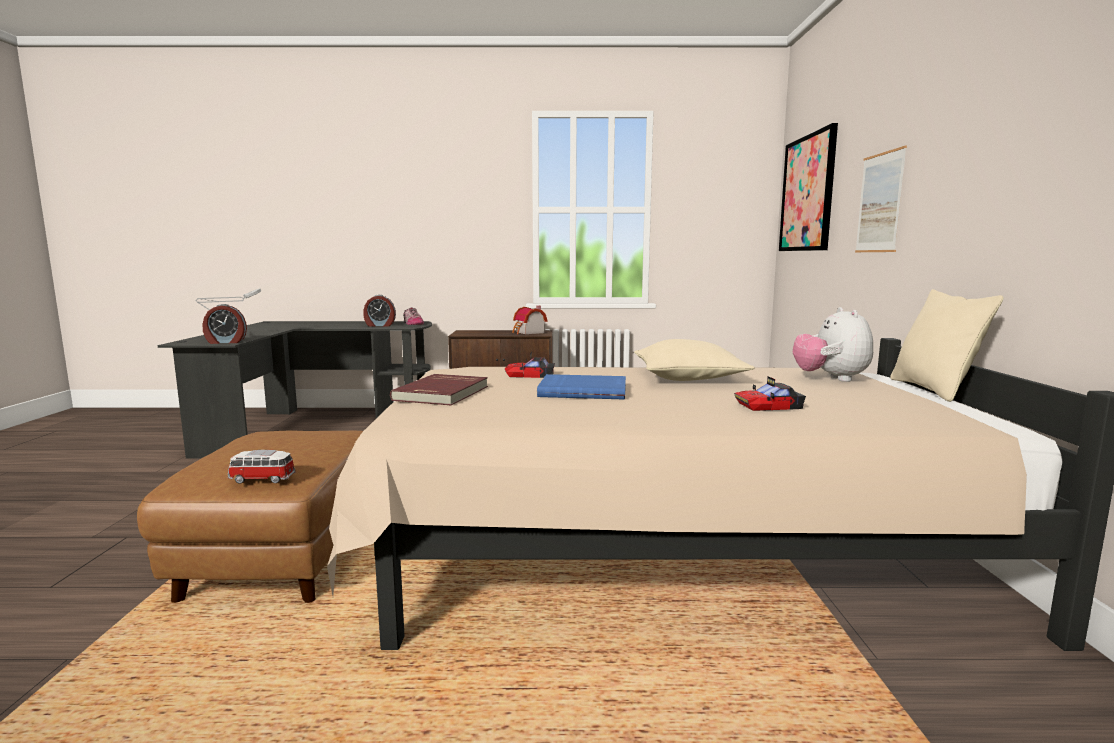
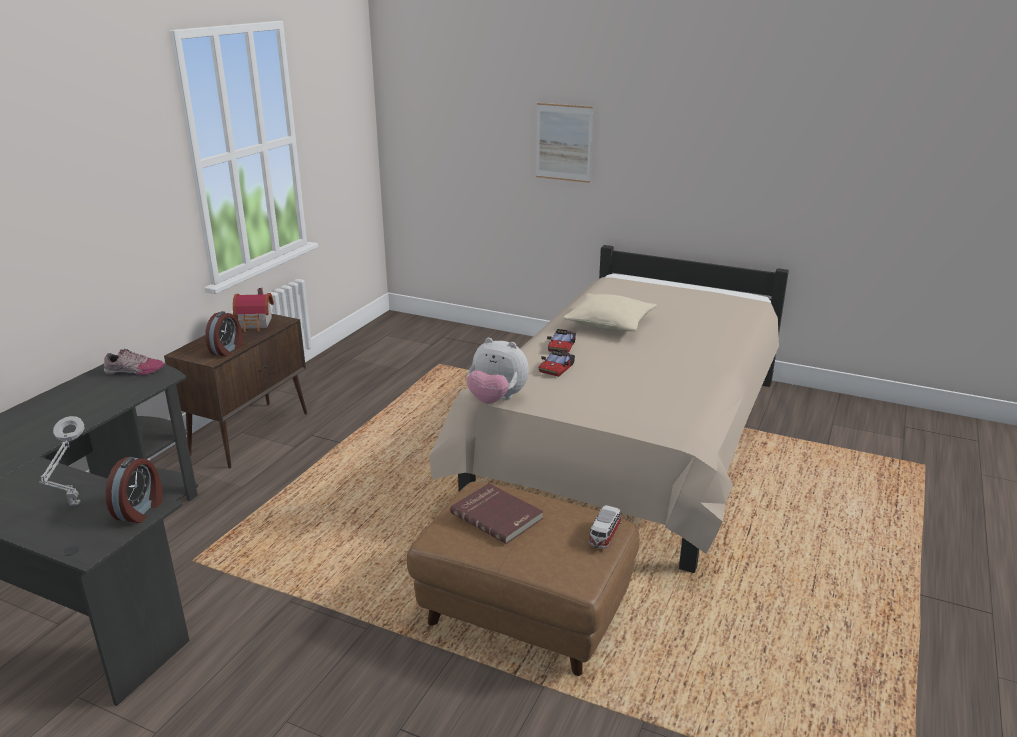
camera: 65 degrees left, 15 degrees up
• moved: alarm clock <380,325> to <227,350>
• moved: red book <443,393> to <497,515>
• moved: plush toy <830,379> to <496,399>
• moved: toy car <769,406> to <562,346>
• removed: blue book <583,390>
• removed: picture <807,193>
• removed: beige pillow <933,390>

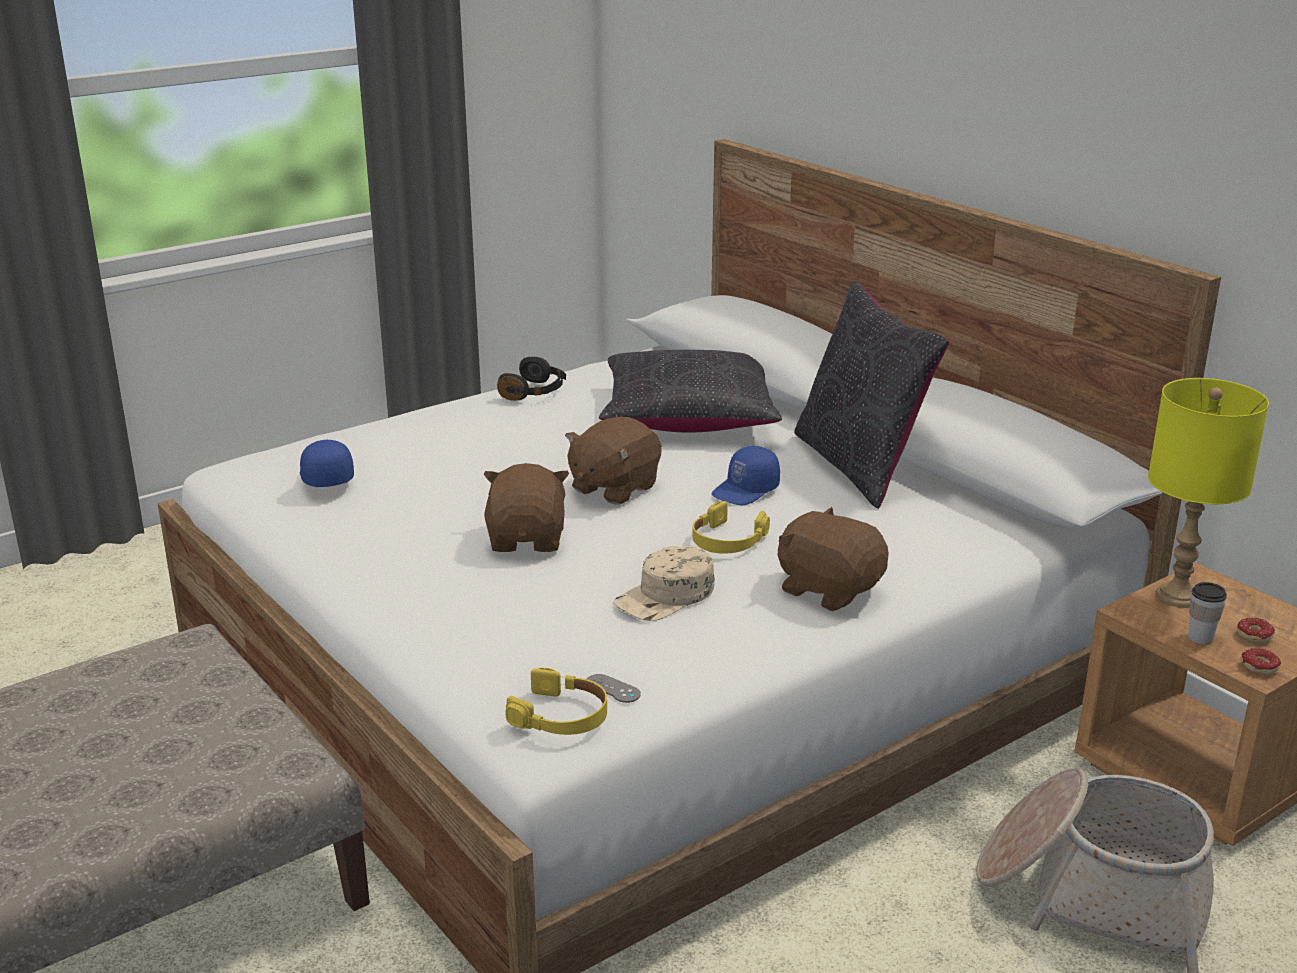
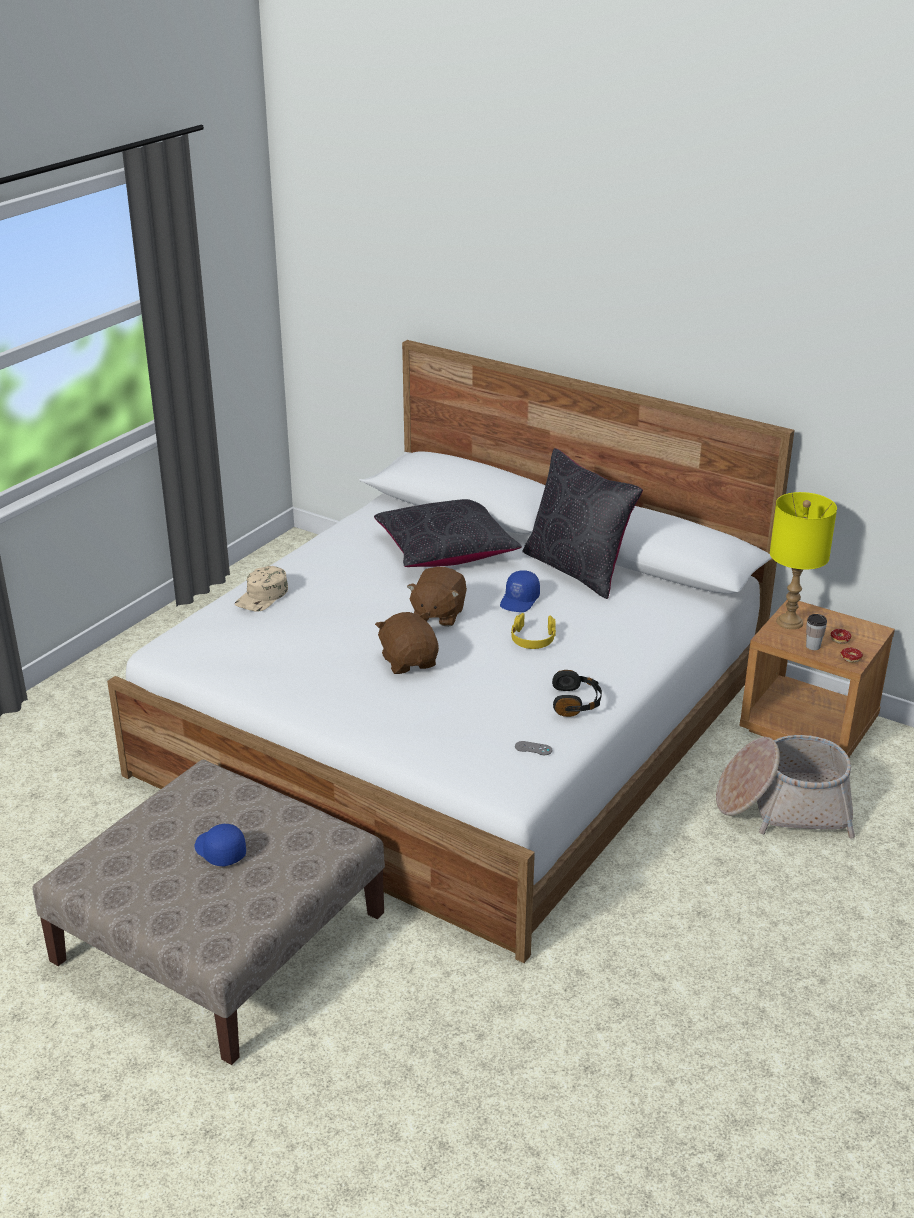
camera: 20 degrees left, 5 degrees up
• moved: blue cap <325,476> to <219,851>
• moved: beige cap <666,596> to <262,596>
• moved: black headphones <534,392> to <576,702>
• removed: yellow headphones <561,716>
• removed: brown plush toy <829,589>

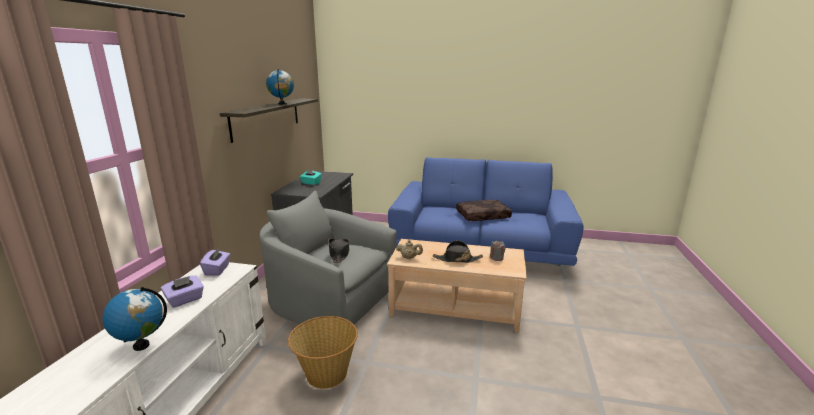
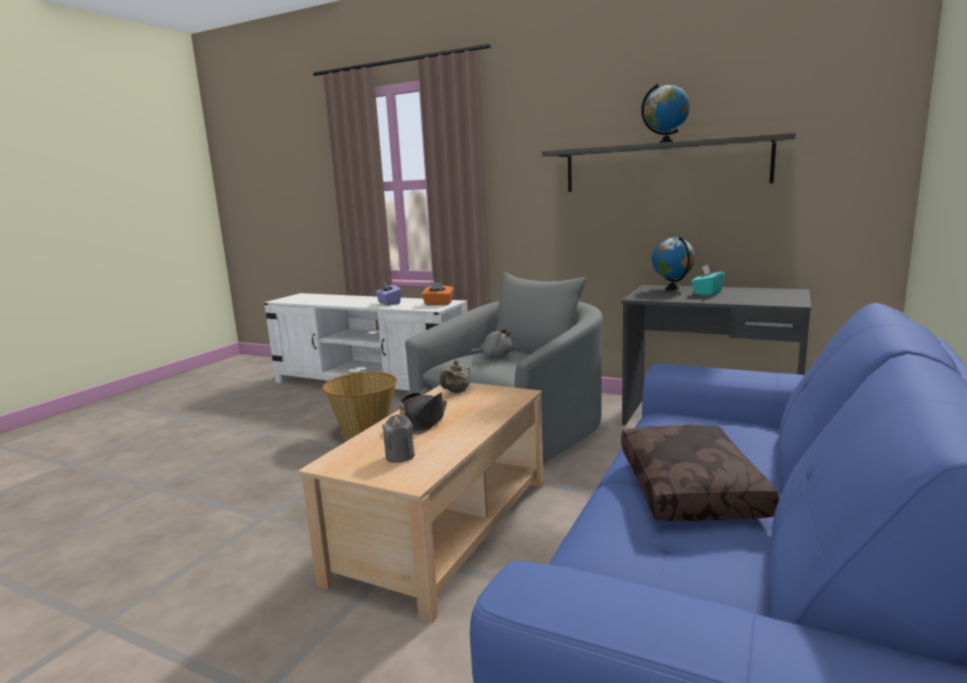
camera: 105 degrees right, 5 degrees down
• recoloured: purple tissue box <217,270> to orange tissue box <438,304>
• replaced: black hat <339,254> to grey plush toy <495,357>
• moved: globe <141,345> to <672,288>

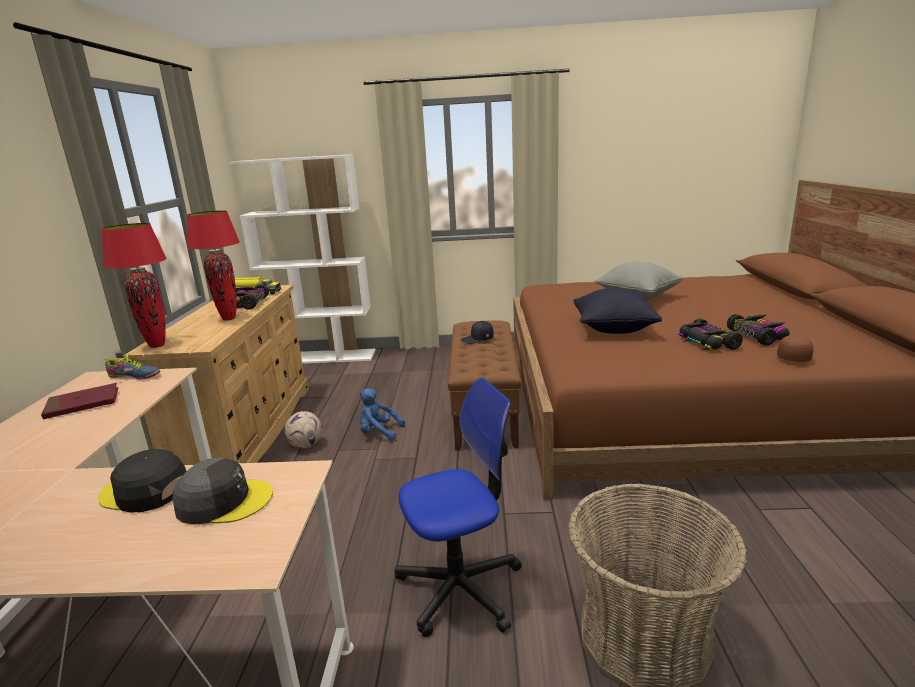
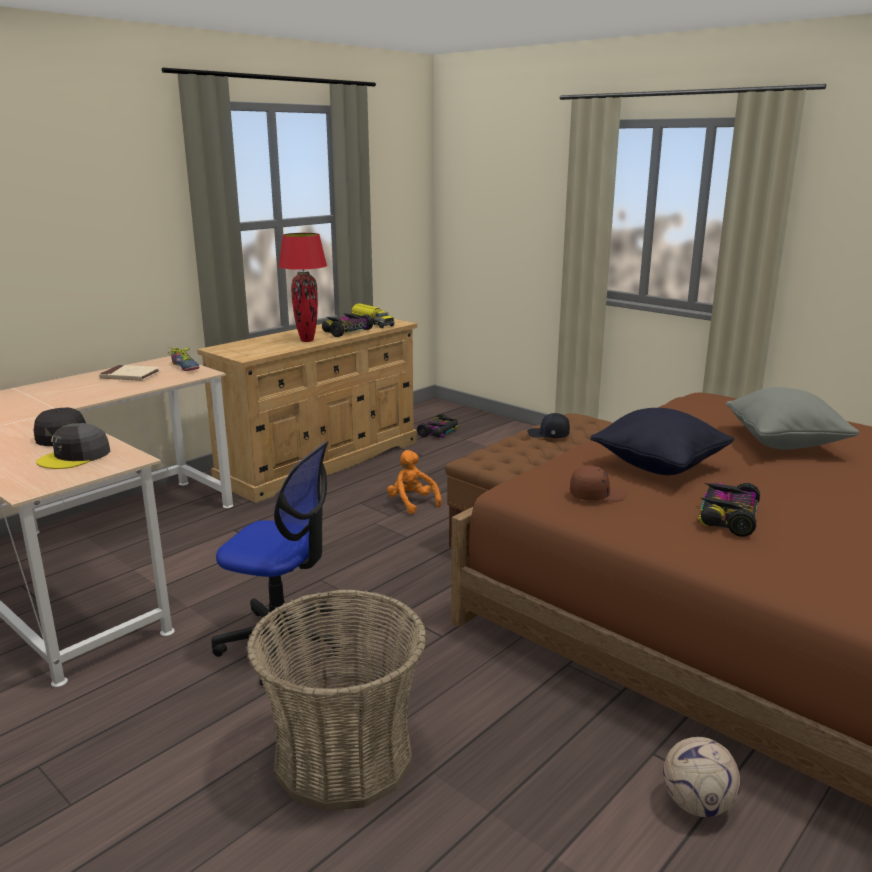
camera: 40 degrees right, 0 degrees up
• turned: grey cap <224,501> = <75,456> 90 degrees clockwise
• recoloured: red book <83,404> to beige book <130,376>
• recoloured: blue plush toy <379,432> to orange plush toy <412,503>
• moved: toy car <758,336> to <439,432>
• moved: brown cap <794,357> to <596,495>
• moved: football <305,445> to <697,804>
• removed: red table lamp <157,345>
• removed: white bookcase <323,357>

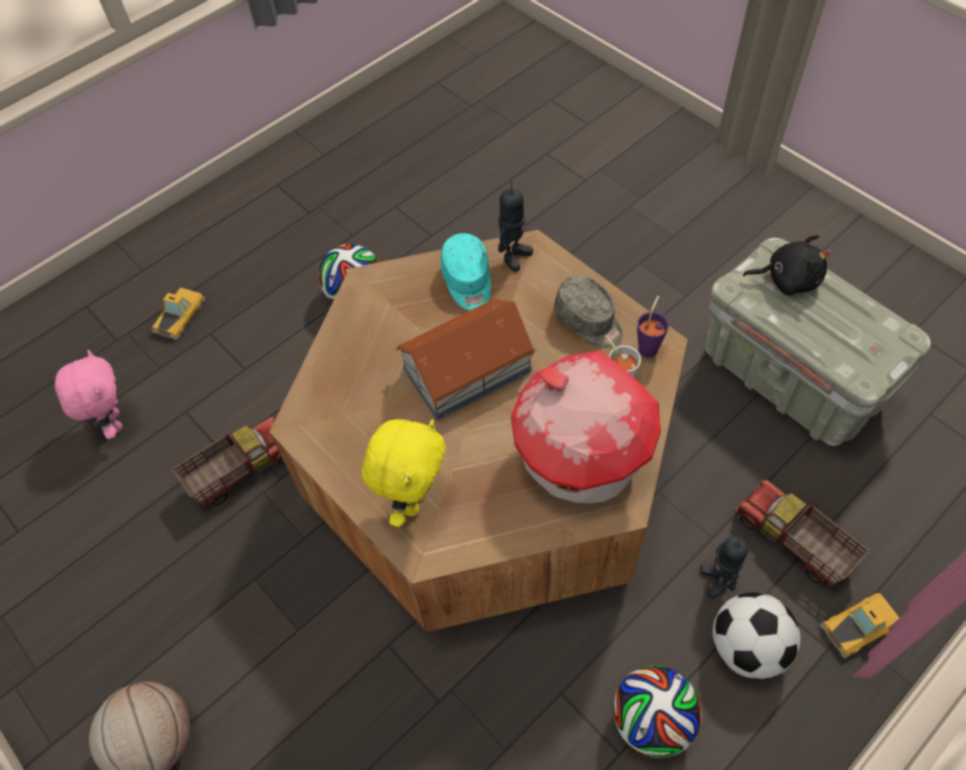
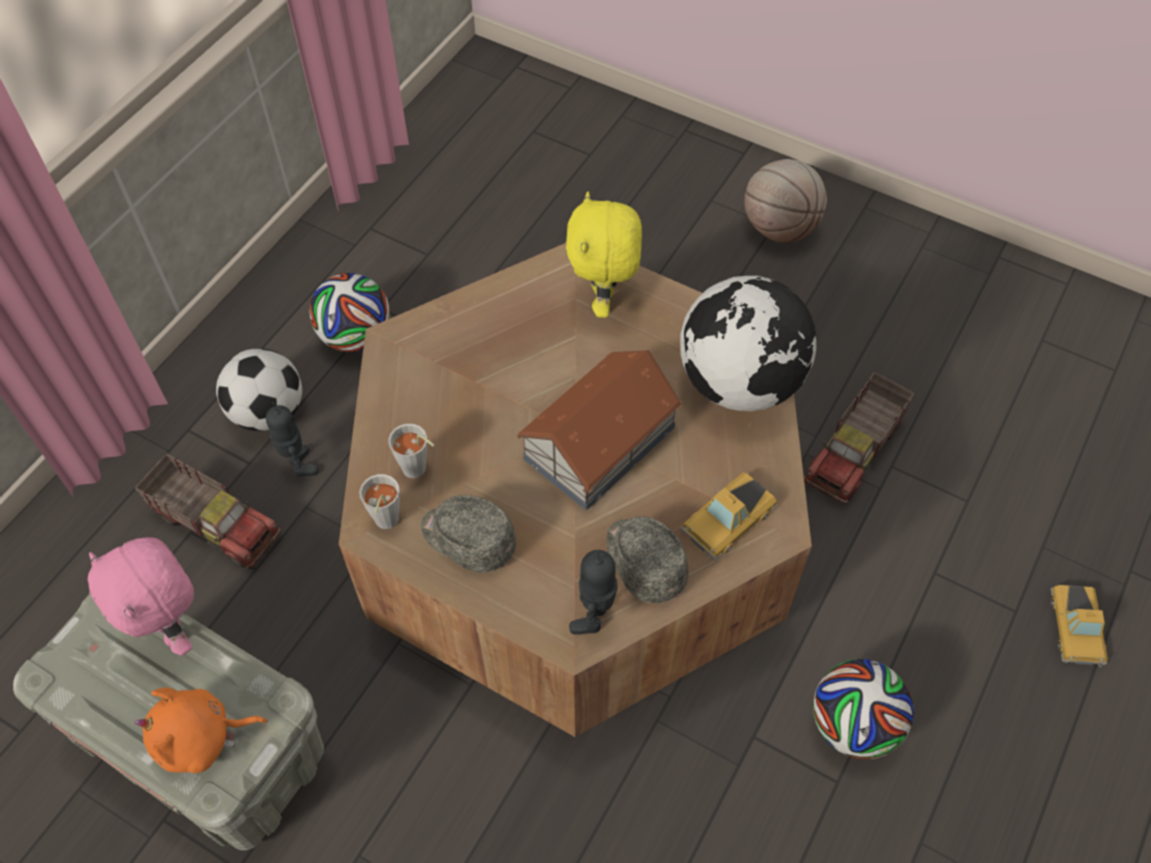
camera: 160 degrees right, 0 degrees up
• moved: pink plush toy <113,422> to <173,629>
• recoloured: black plush toy <787,279> to orange plush toy <201,739>
• recoloured: purple cup <649,346> to grey cup <385,523>
• recoloured: turquoise cap <468,281> to grey cap <643,562>
• added: globe <740,383>
• moved: toy car <860,626> to <727,519>
• removed: toy house <578,456>

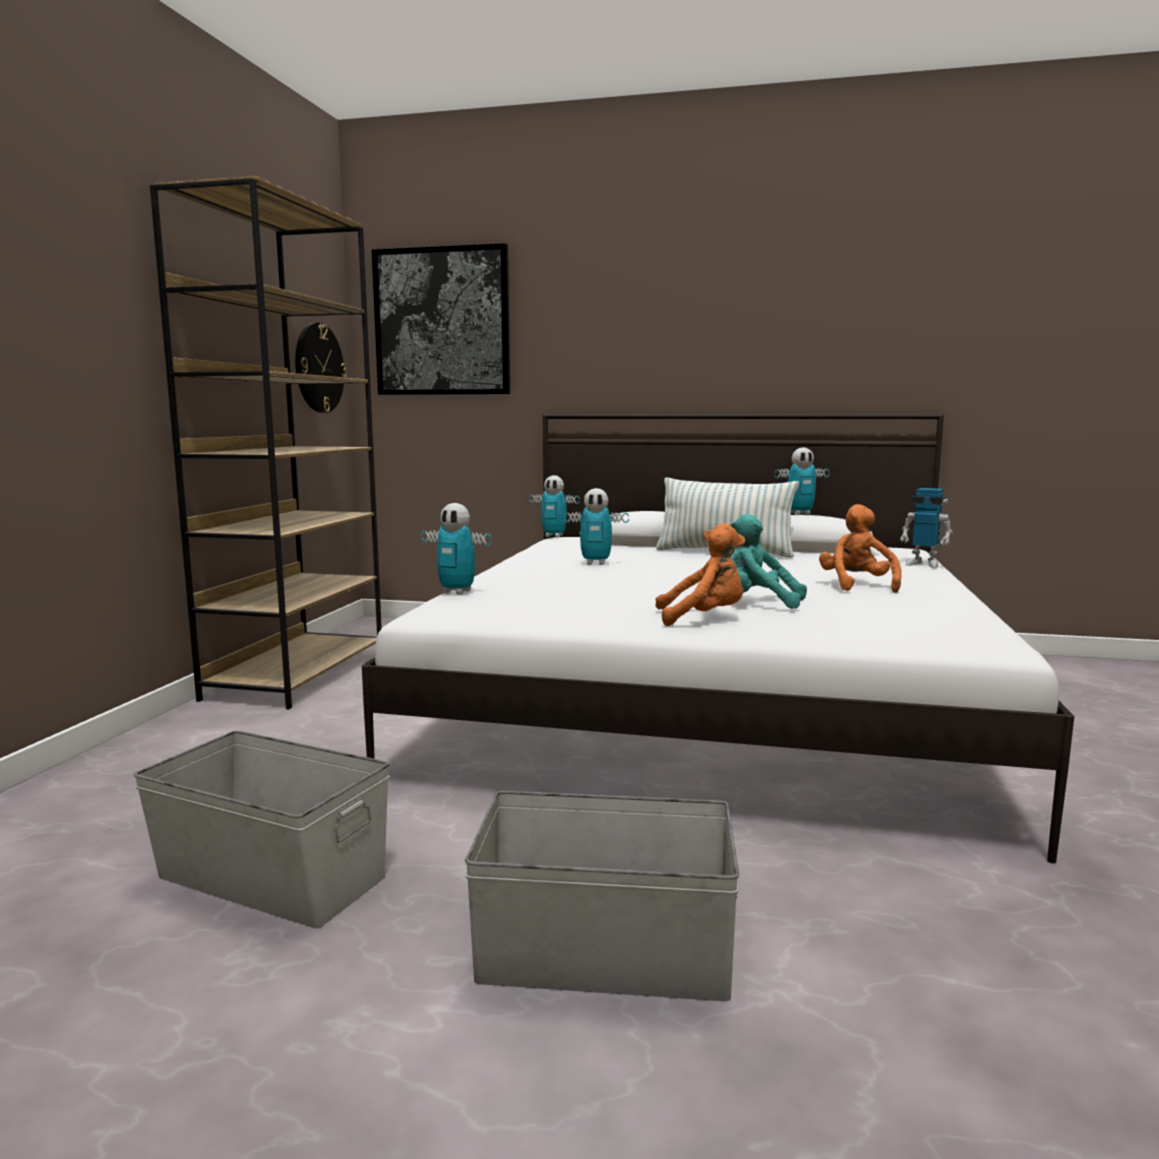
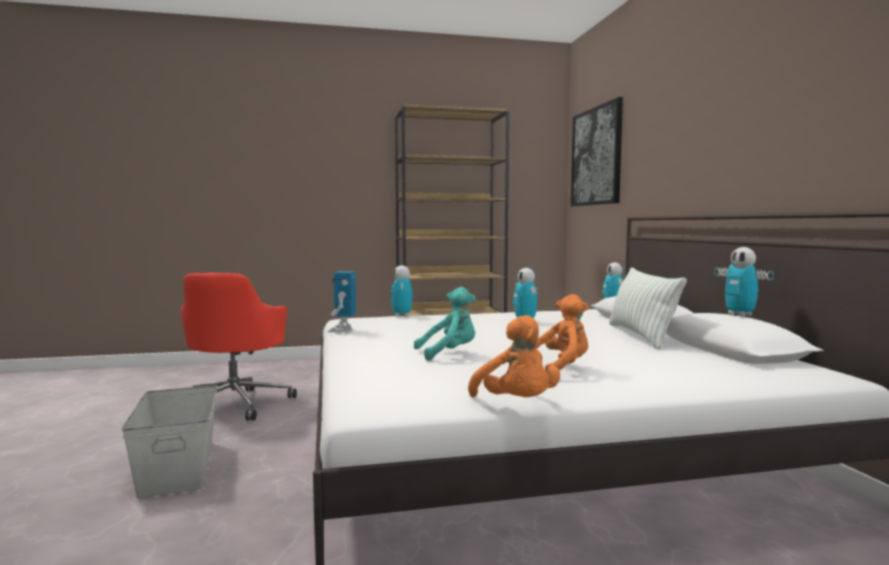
camera: 65 degrees right, 5 degrees down
• replaced: grey storage box <271,878> to red office chair <236,403>
• moved: toy robot <923,564> to <342,330>
• turned: turquoise plush toy <759,602> = <449,353> 75 degrees clockwise
• moved: orange plush toy <704,618> to <516,404>
• removed: wall clock <319,368>

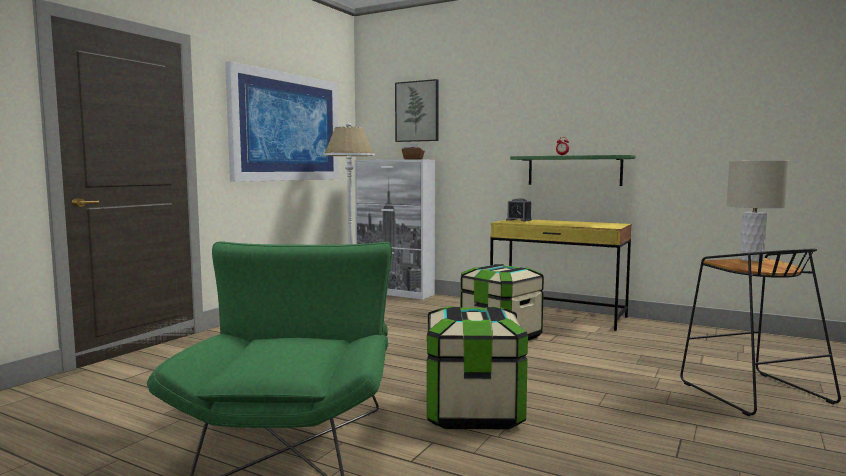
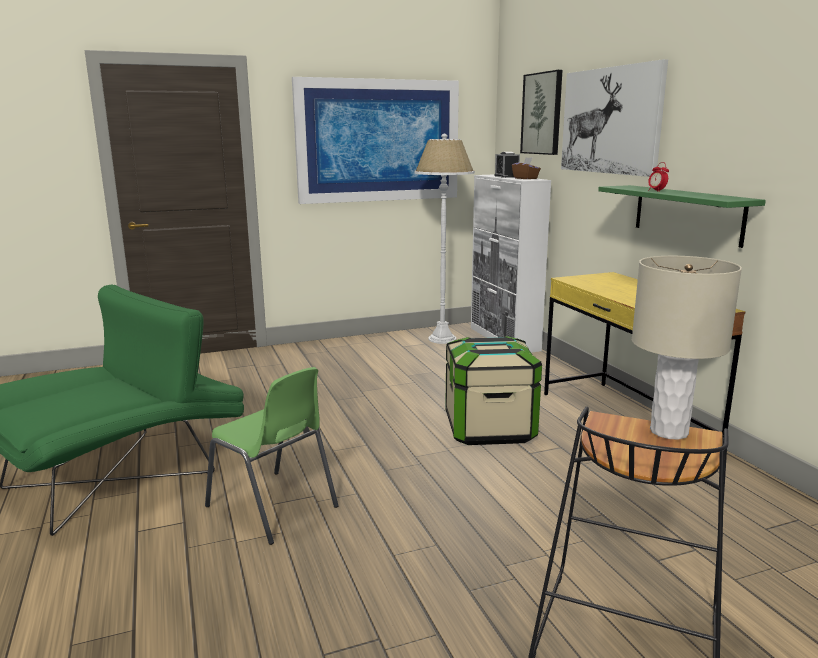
camera: 40 degrees right, 10 degrees up
• replaced: storage box <473,412> to green chair <273,507>
• moved: alarm clock <519,220> to <506,176>
• added: picture <610,121>

